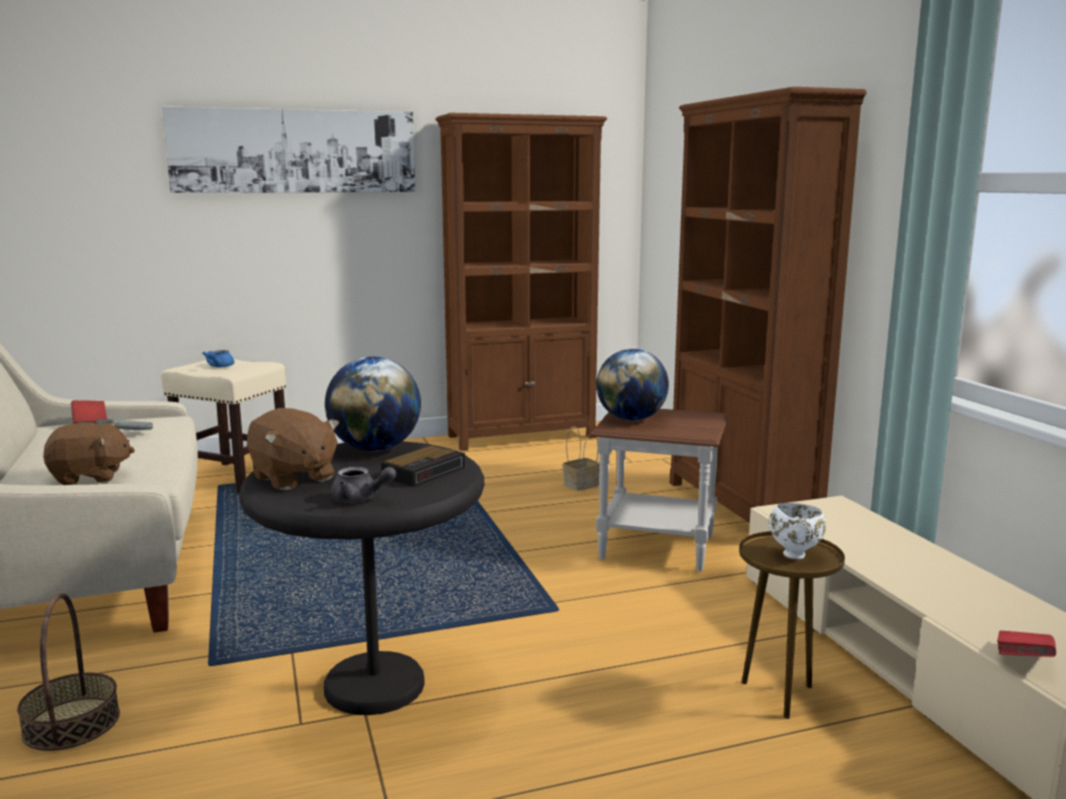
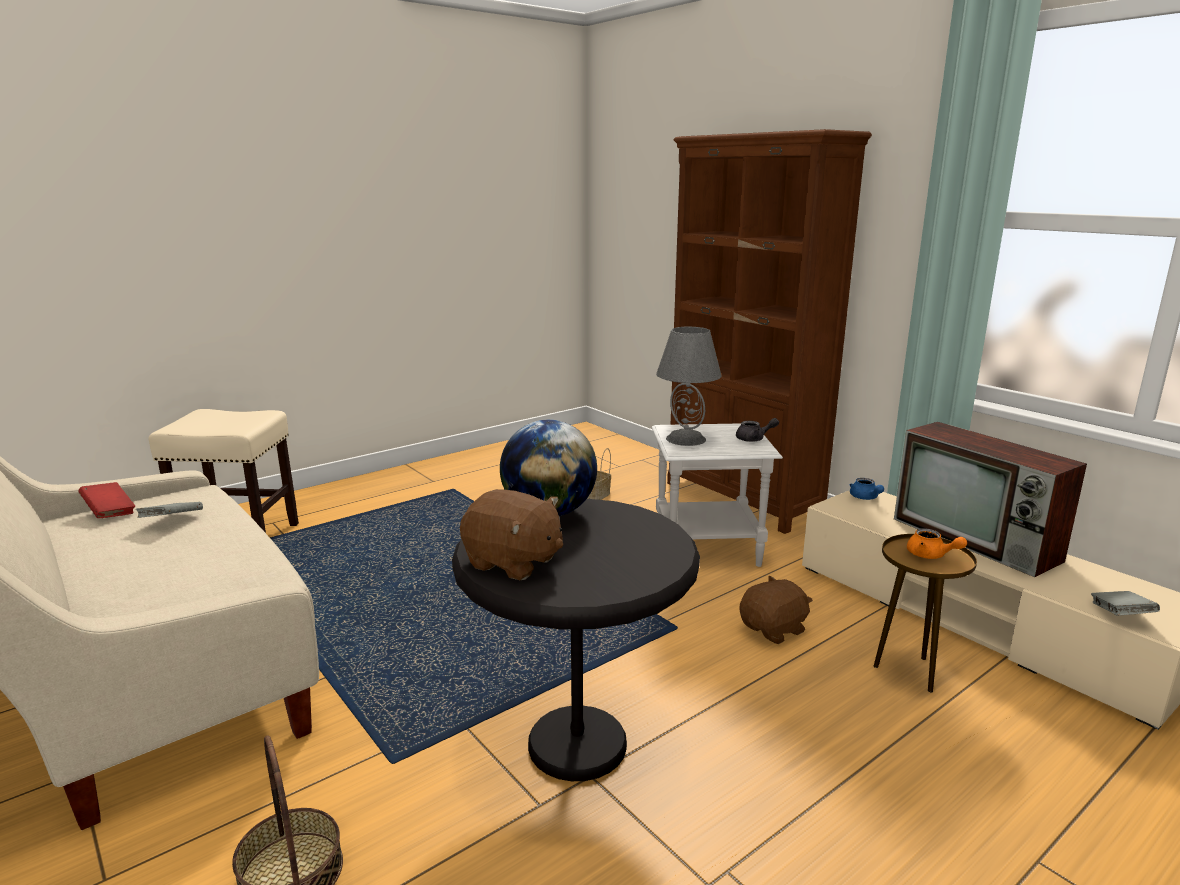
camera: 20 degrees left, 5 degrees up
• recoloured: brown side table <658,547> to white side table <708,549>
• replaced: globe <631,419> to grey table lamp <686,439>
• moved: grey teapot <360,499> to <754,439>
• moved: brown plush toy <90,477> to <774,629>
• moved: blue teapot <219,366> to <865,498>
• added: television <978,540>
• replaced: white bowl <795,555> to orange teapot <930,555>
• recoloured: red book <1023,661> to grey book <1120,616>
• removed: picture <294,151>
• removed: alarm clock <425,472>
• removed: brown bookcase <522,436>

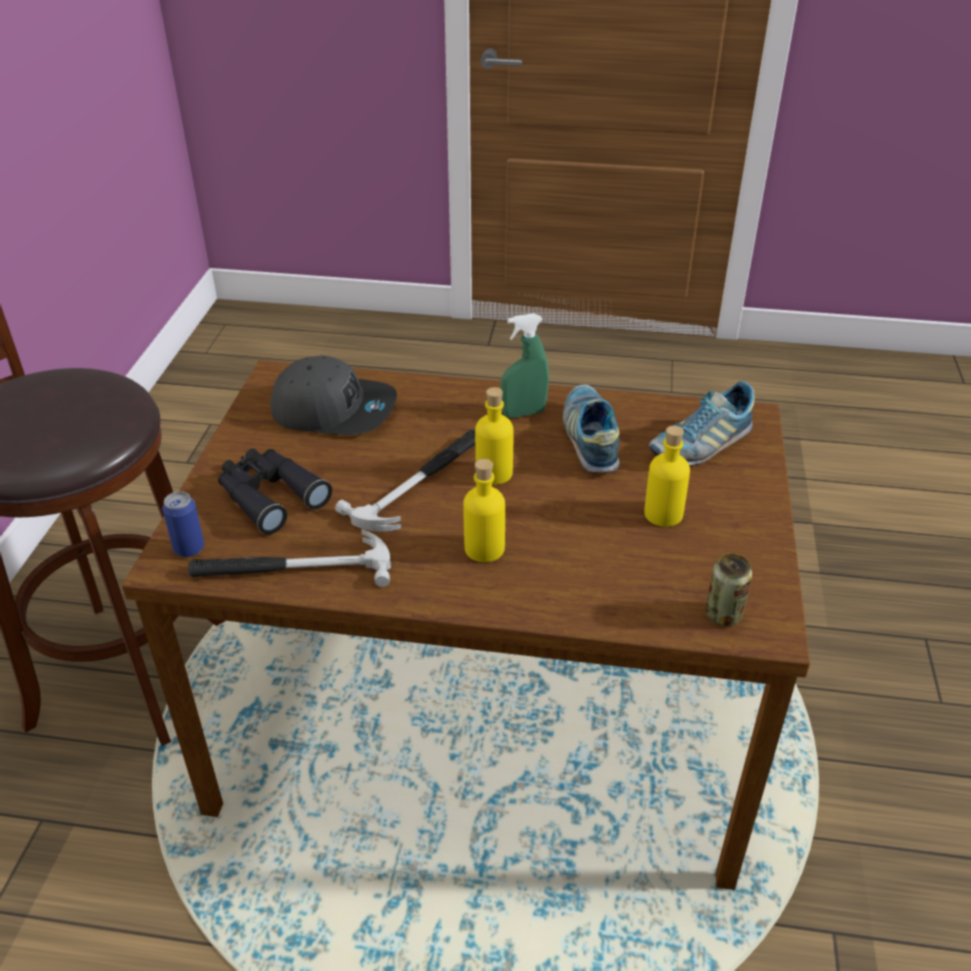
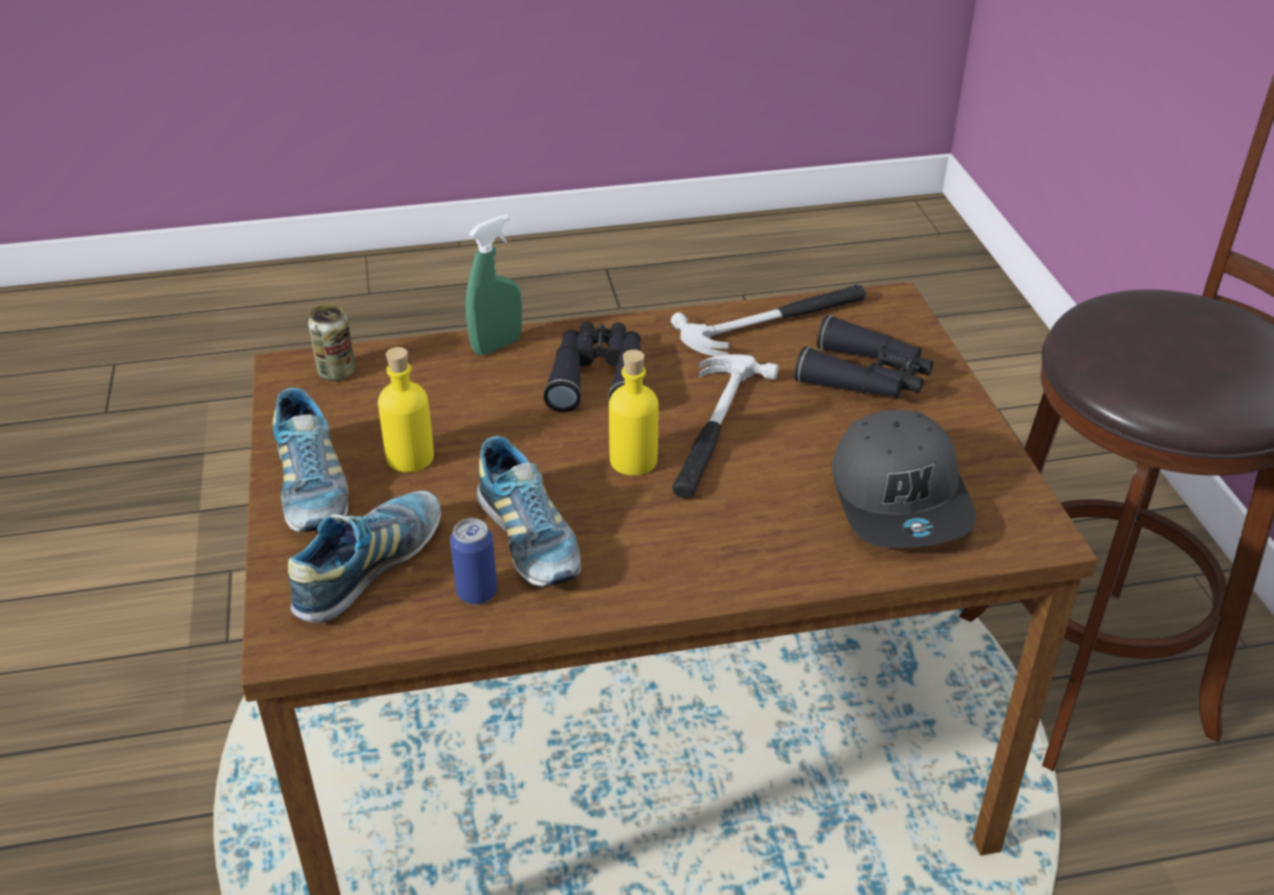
camera: 160 degrees right, 0 degrees up
• added: shoe <311,488>
• moved: can <189,548> to <477,592>
• moved: green spray bottle <523,413> to <497,345>
• replaced: yellow bottle <484,548> to black binoculars <599,378>
• turned: grey cap <334,410> = <901,498> 90 degrees counterclockwise

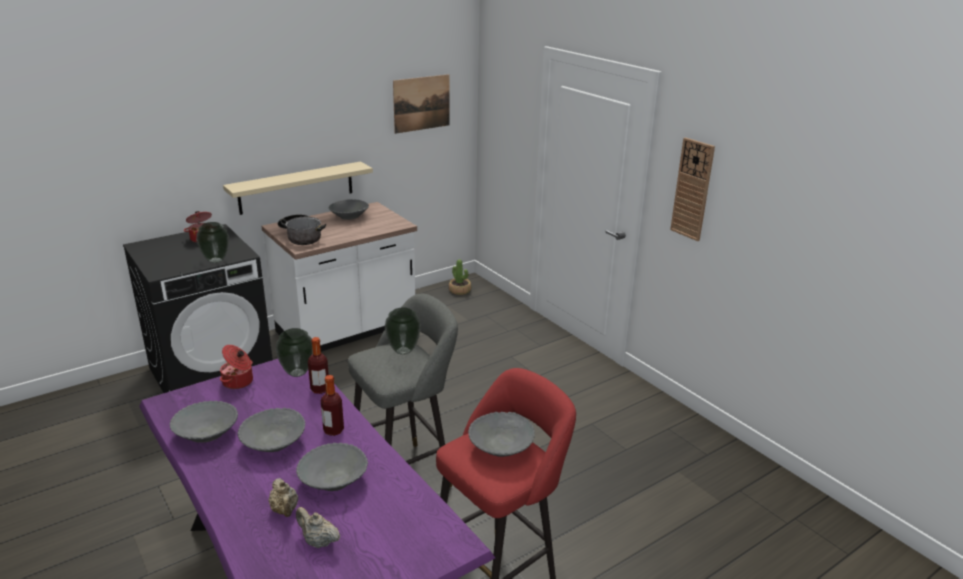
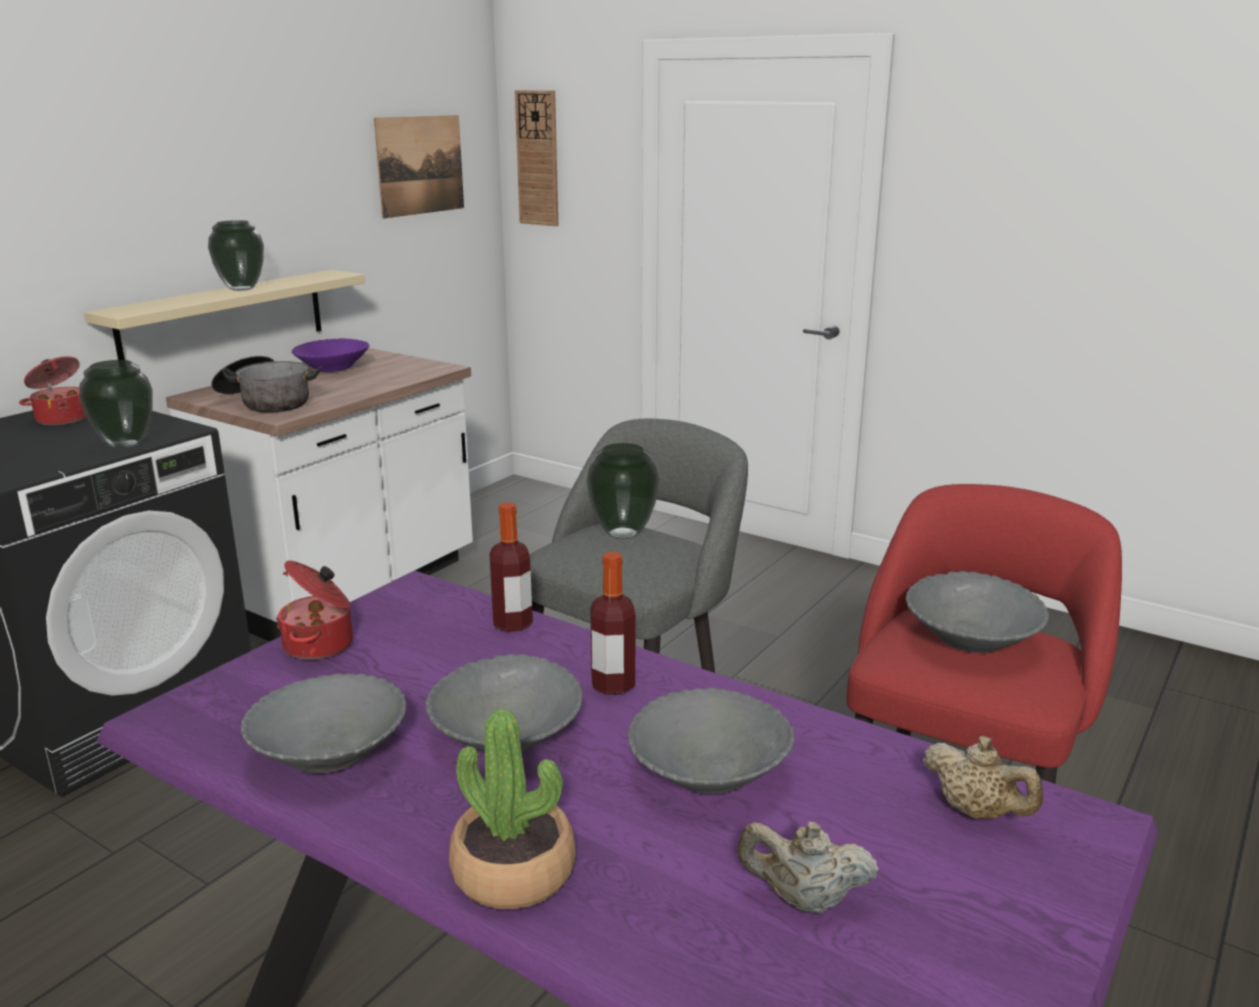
camera: 20 degrees left, 5 degrees down
• moved: vase <297,373> to <240,289>
• recoloured: grey bowl <349,217> to purple bowl <332,368>
• moved: potted plant <460,290> to <514,871>
• moved: wall clock <692,189> to <538,158>
• moved: beige teapot <285,510> to <976,812>

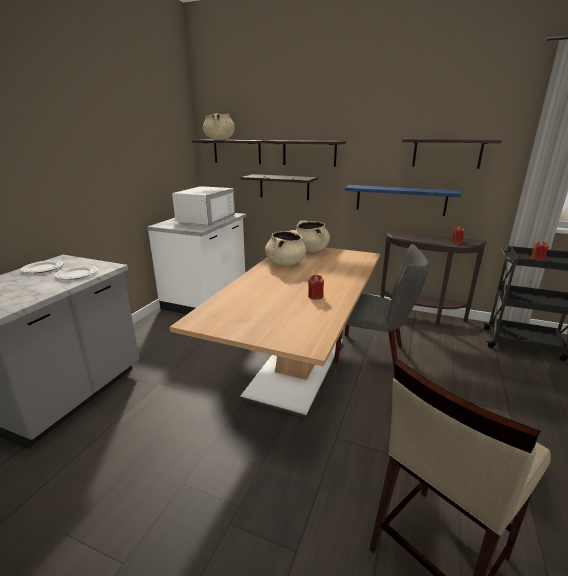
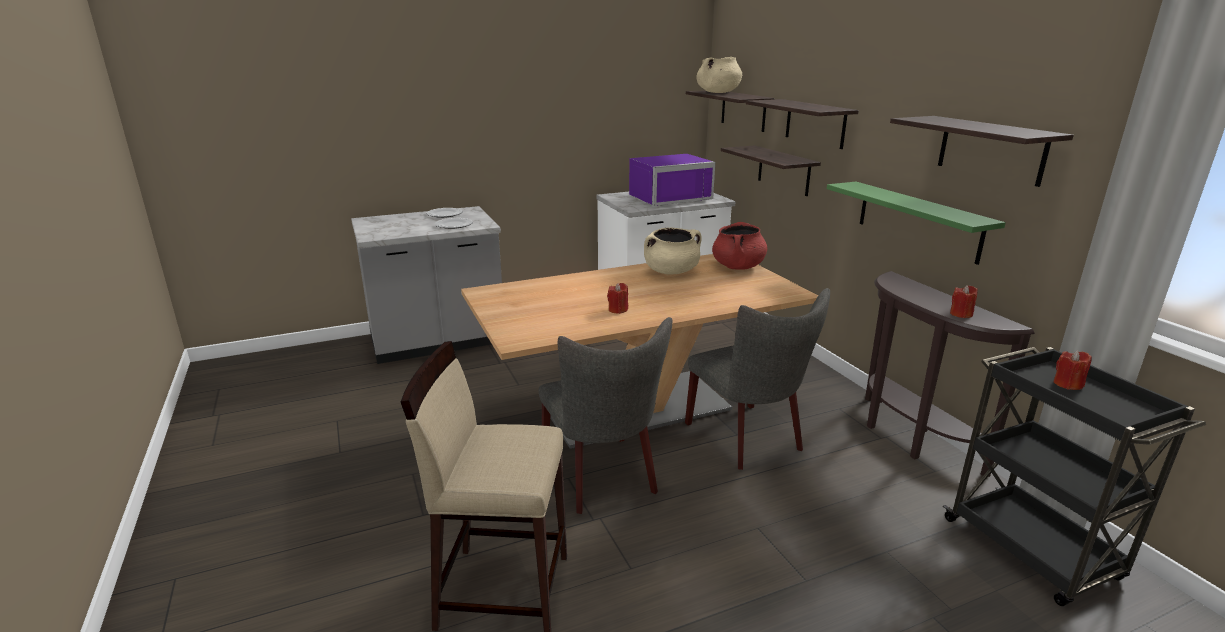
camera: 45 degrees right, 0 degrees up
• added: grey chair <603,478>
• recoloured: white microwave <202,219> to purple microwave <667,198>
• recoloured: beige cooking pot <311,250> to red cooking pot <738,267>
• recoloured: blue shelf <400,200> to green shelf <918,220>

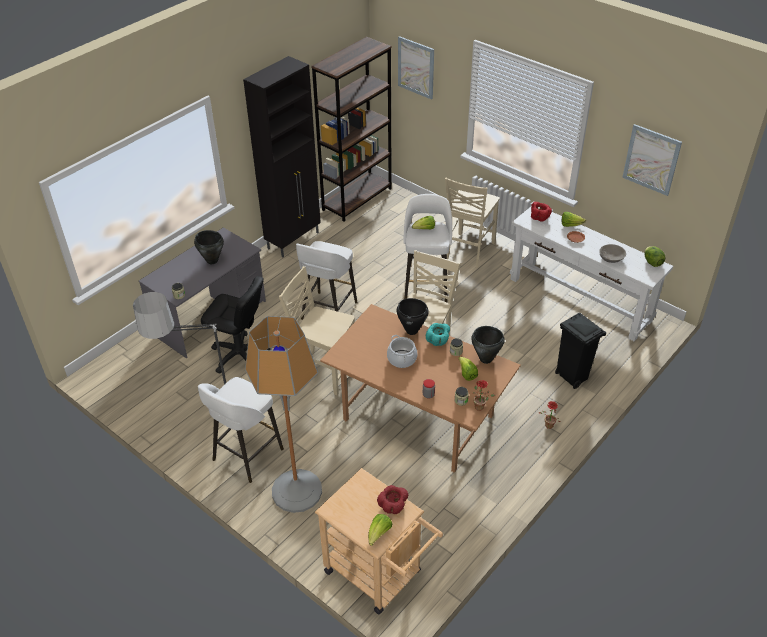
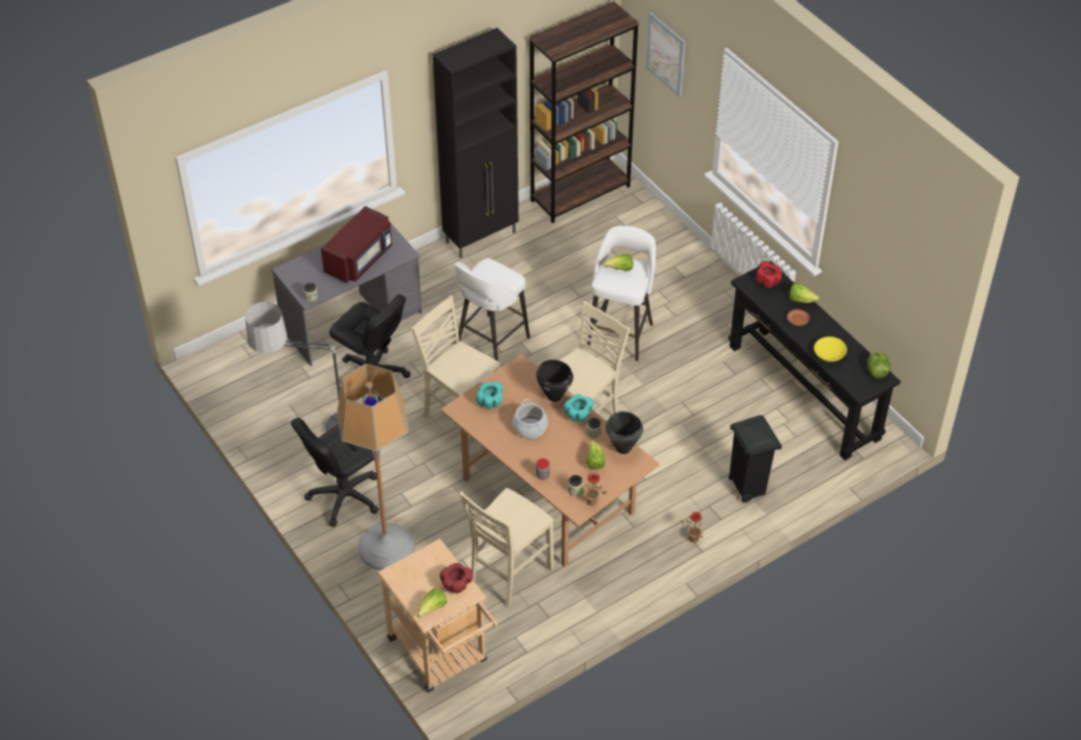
camera: 15 degrees right, 5 degrees up
• replaced: white stool <246,456> to black office chair <344,496>
• replaced: black cooking pot <212,260> to red microwave <360,259>
• moved: beige chair <468,251> to <509,574>
• added: turquoise bowl <490,402>
• recoloured: white console table <579,299> to black console table <803,392>
• recoloured: grey bowl <611,258> to yellow bowl <829,354>
• removed: picture <651,159>

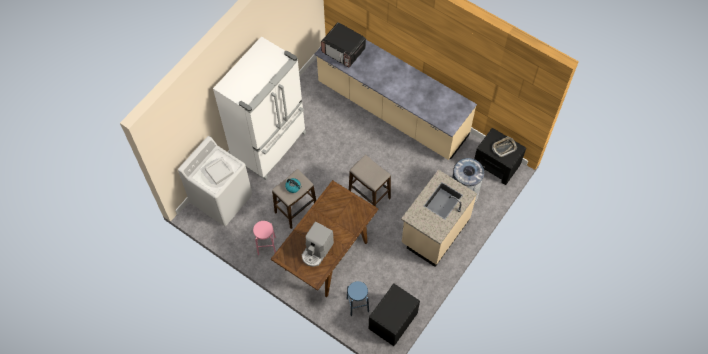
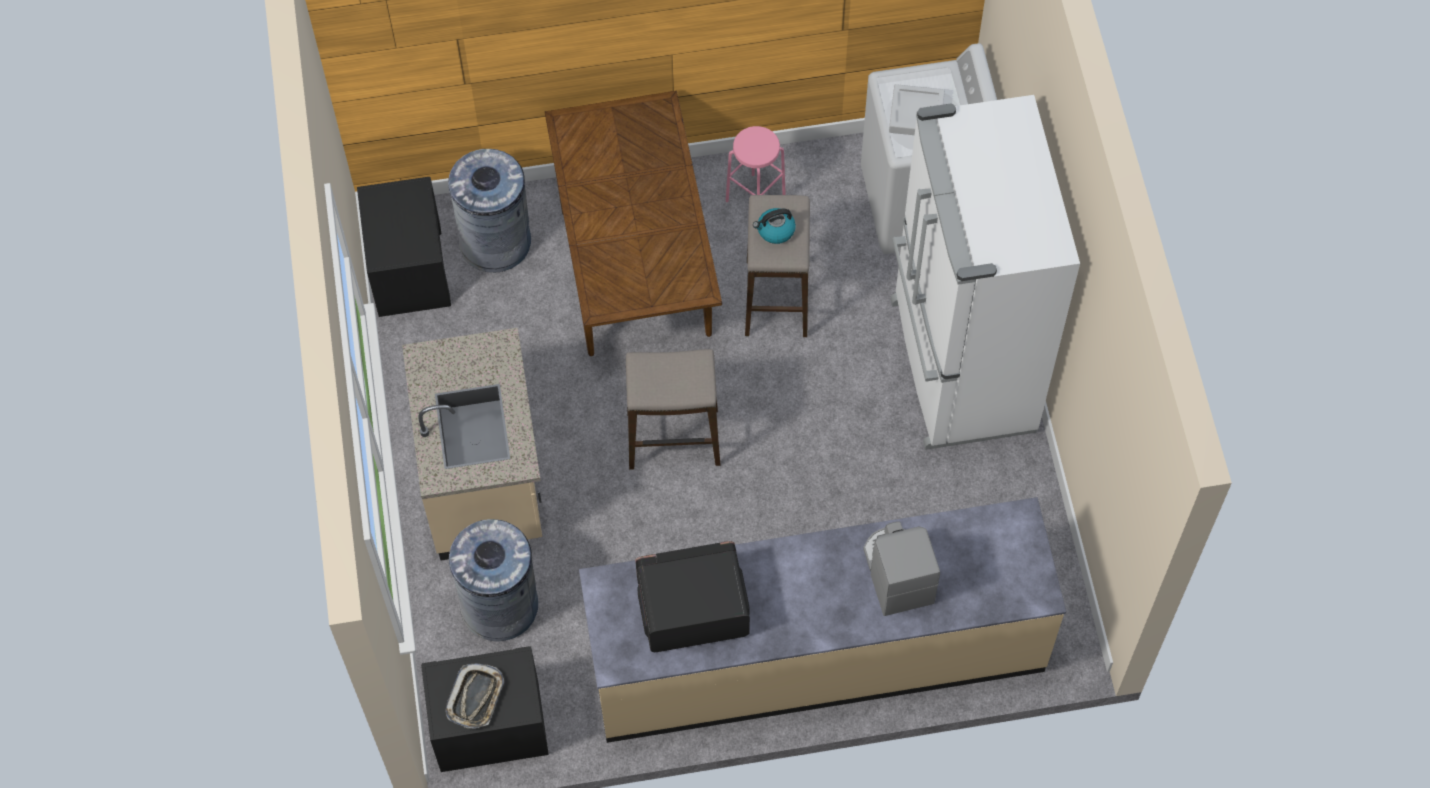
camera: 135 degrees right, 0 degrees up
• replaced: blue stool <357,305> to grey trash can <495,242>
• moved: microwave <343,51> to <691,608>
• moved: coffee machine <317,251> to <896,573>

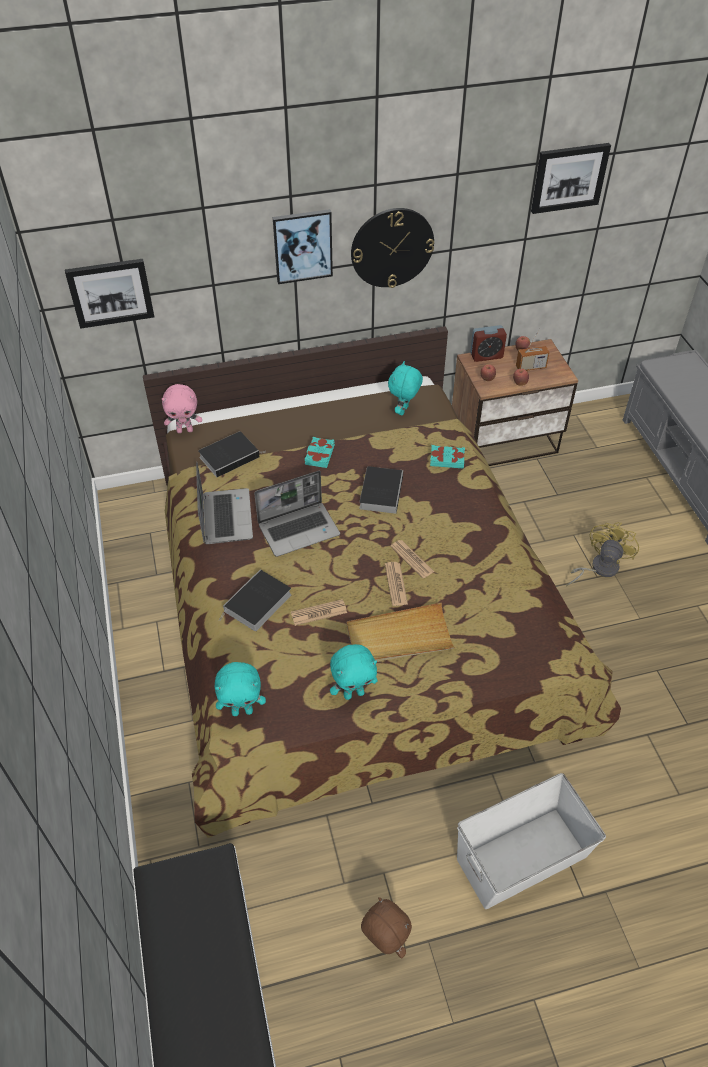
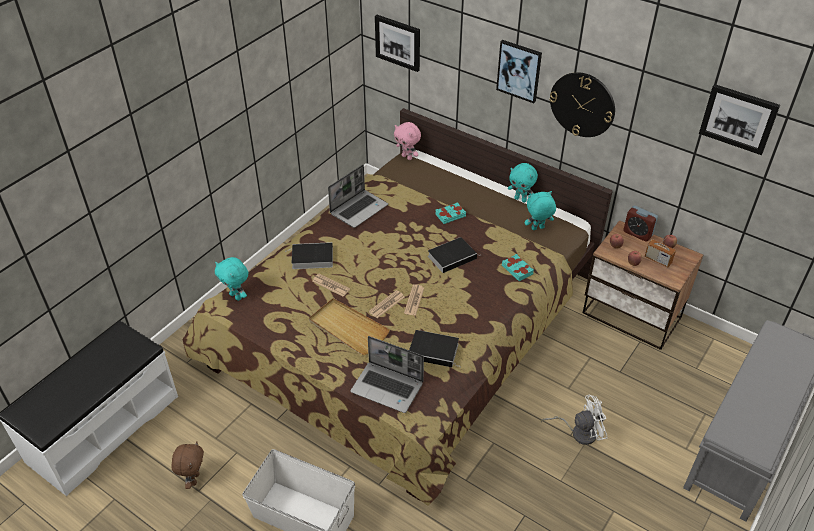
camera: 50 degrees right, 5 degrees down
• moved: laptop <299,529> to <388,387>
• moved: book <230,456> to <435,351>
• moved: turquoise plush toy <353,693> to <520,199>
• recoloured: yellow fan <598,568> to white fan <579,432>

